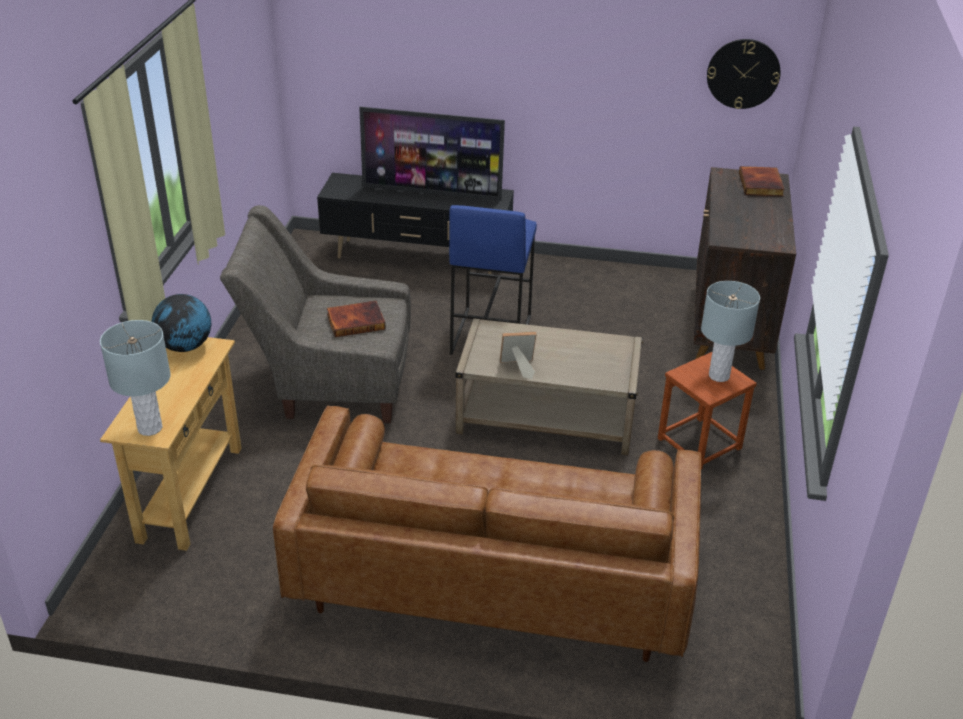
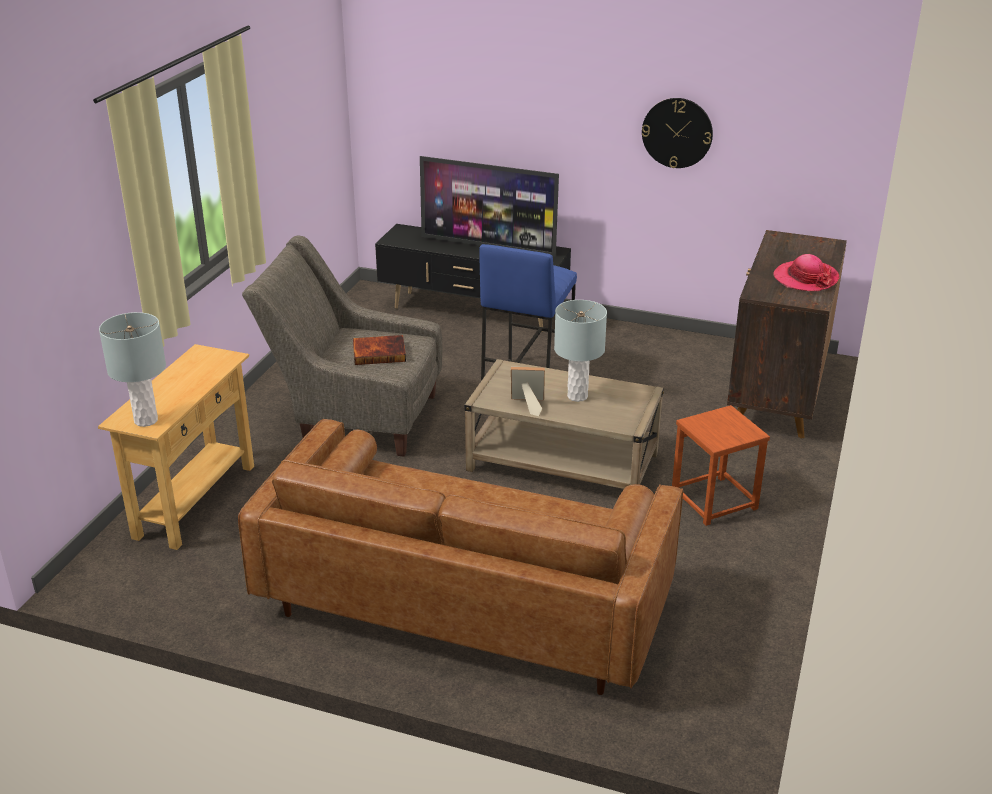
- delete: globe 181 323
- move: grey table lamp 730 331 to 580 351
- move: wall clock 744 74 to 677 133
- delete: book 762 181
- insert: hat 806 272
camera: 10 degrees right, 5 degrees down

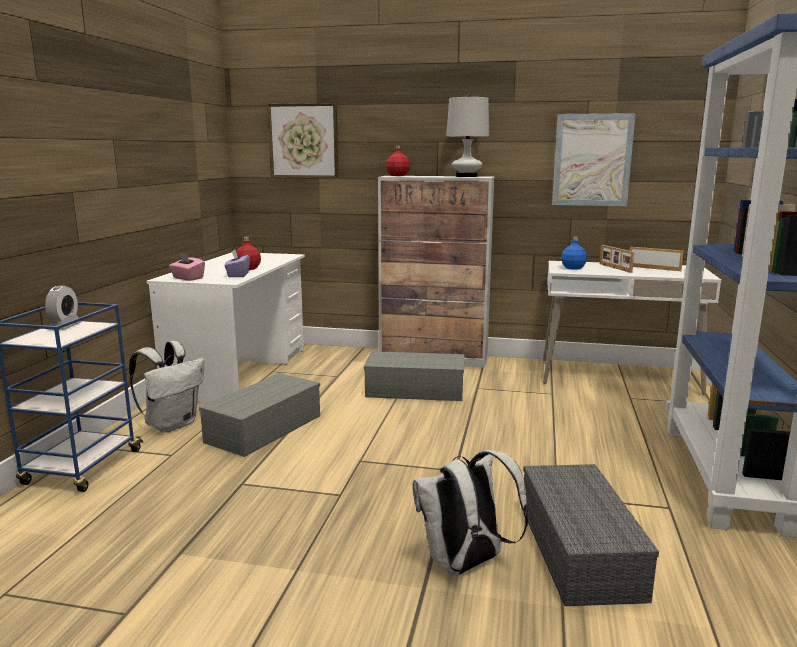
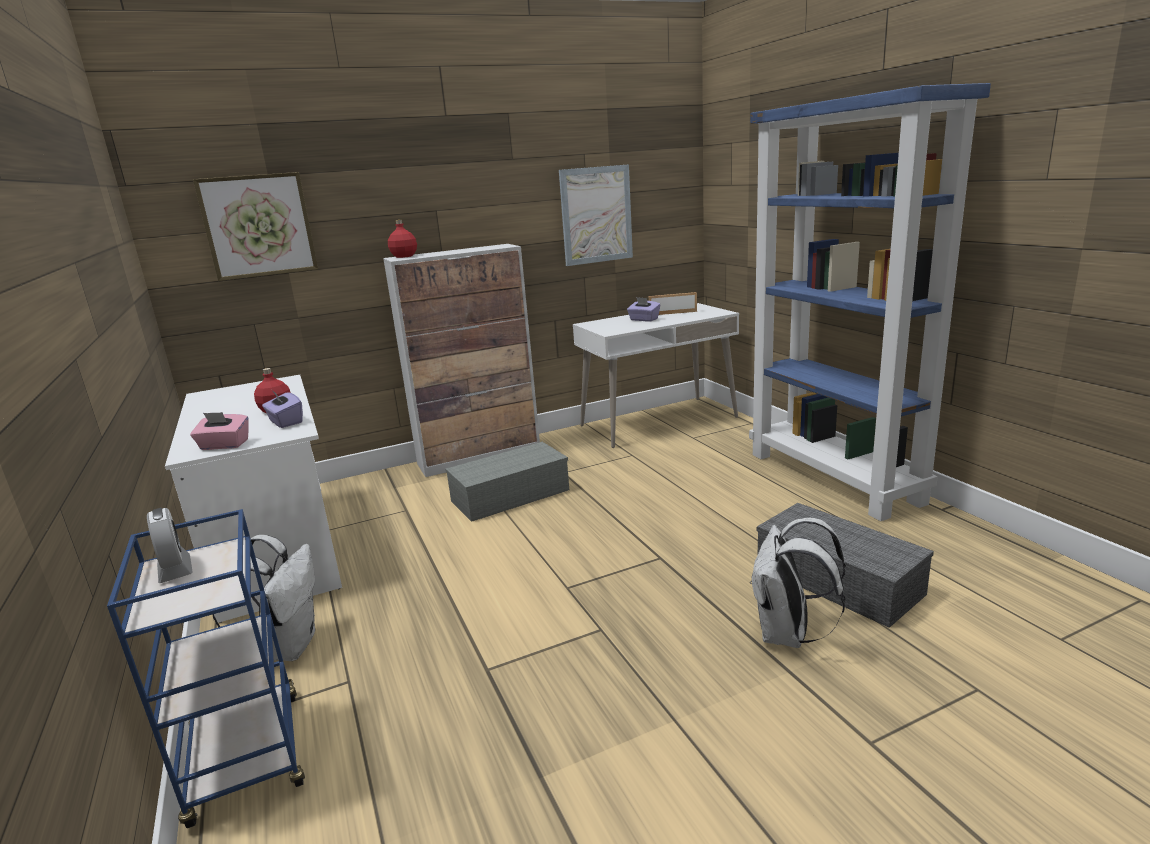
- delete: grey storage box 259 415
- delete: white table lamp 467 136
- delete: blue bottle 574 253
- replace: picture frame 617 259 to purple tissue box 643 309
camera: 35 degrees left, 5 degrees up

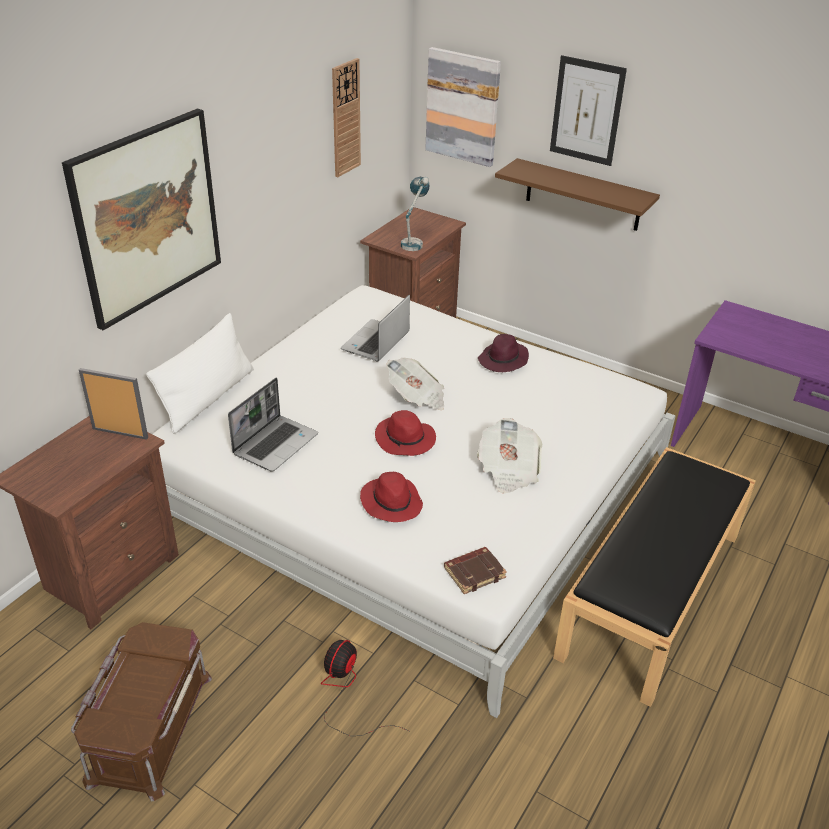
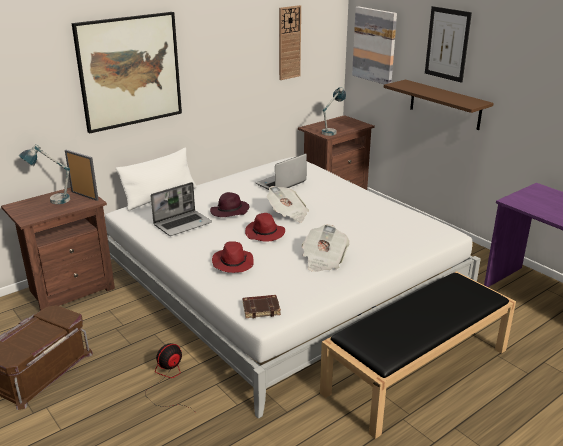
- move: purple hat 503 353 to 229 204
- insert: table lamp 44 174
camera: 20 degrees right, 10 degrees down

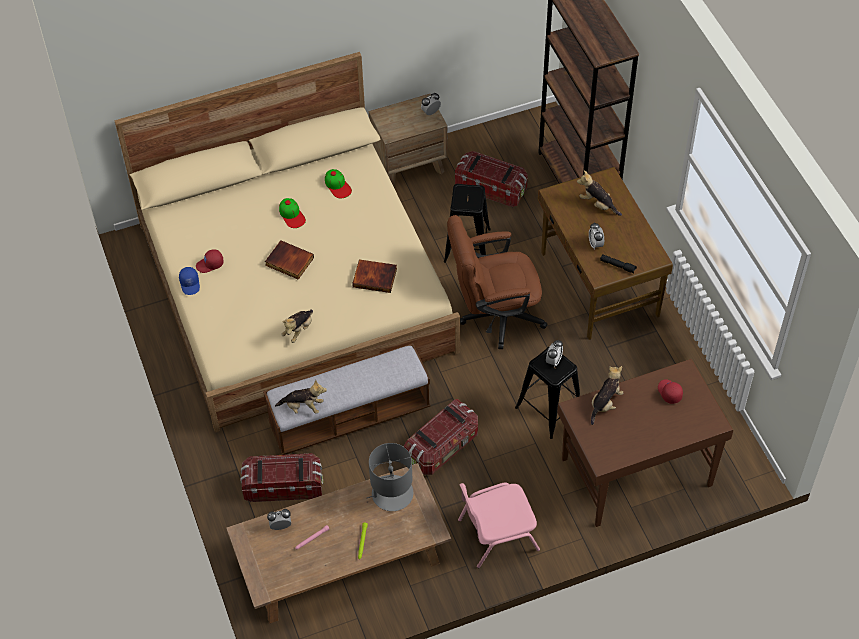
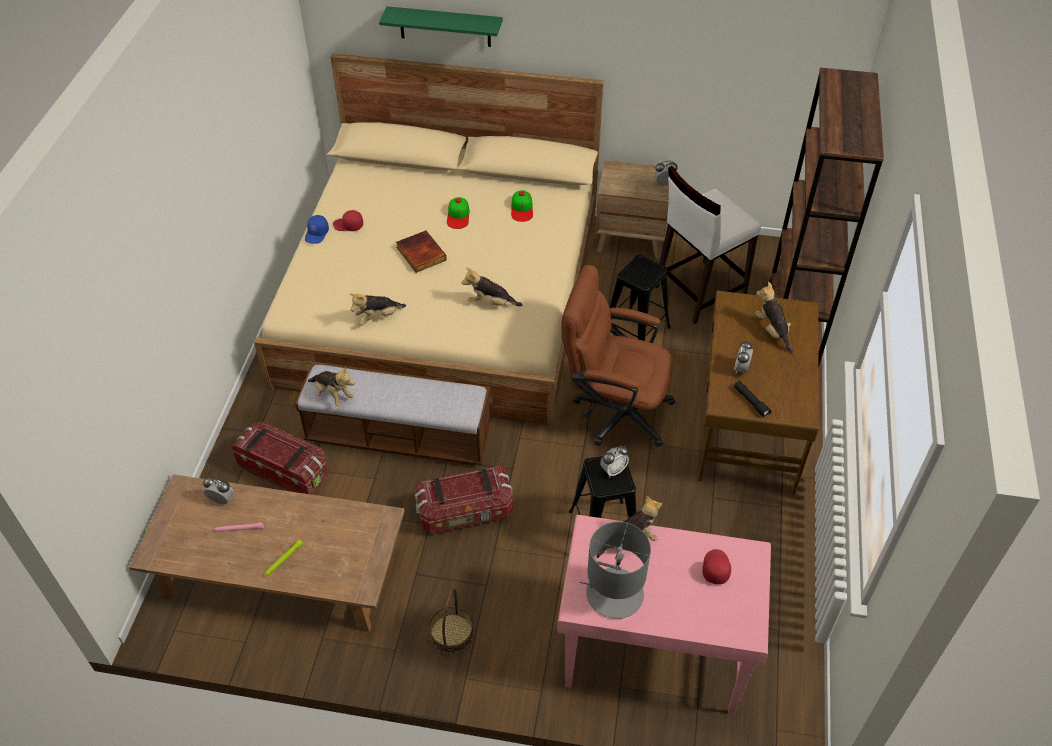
- replace: book 374 276 to plush toy 492 286
- move: grey table lamp 390 477 to 615 570
- replace: storage box 491 179 to white stool 708 245
- replace: pink chair 499 525 to basket 451 621
- recolor: brown desk 645 443 to pink desk 664 615
- insert: green shelf 441 26
camera: 30 degrees right, 5 degrees down

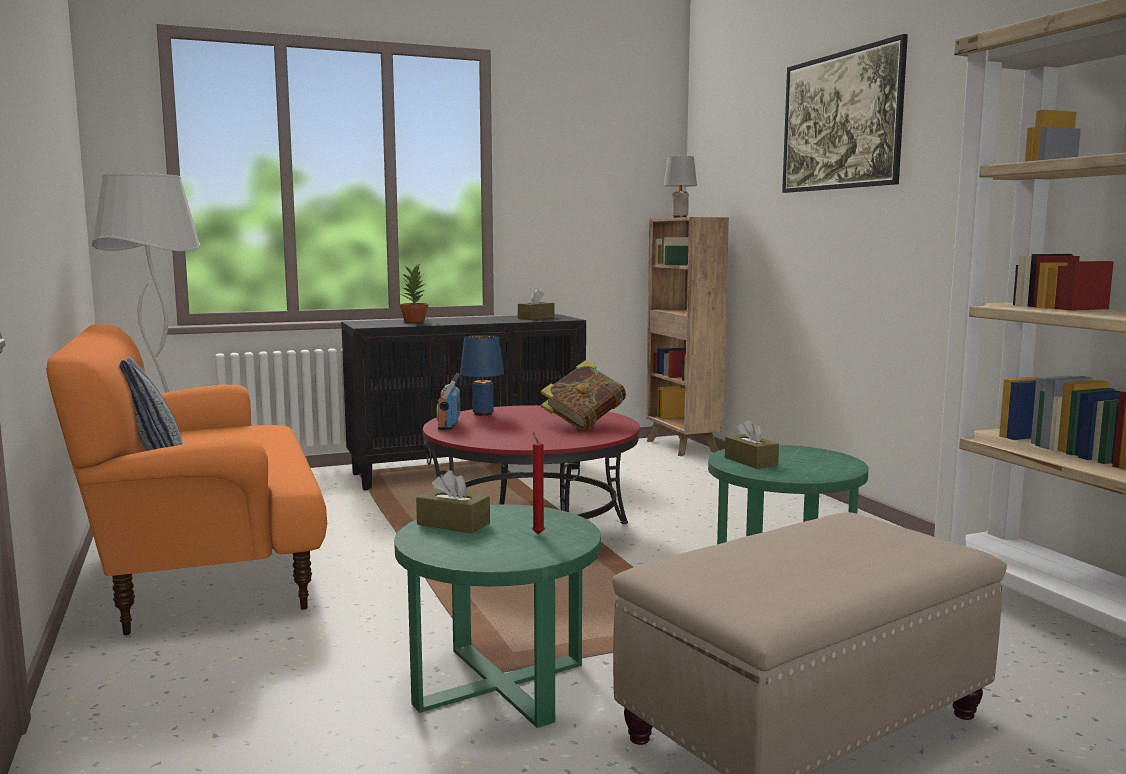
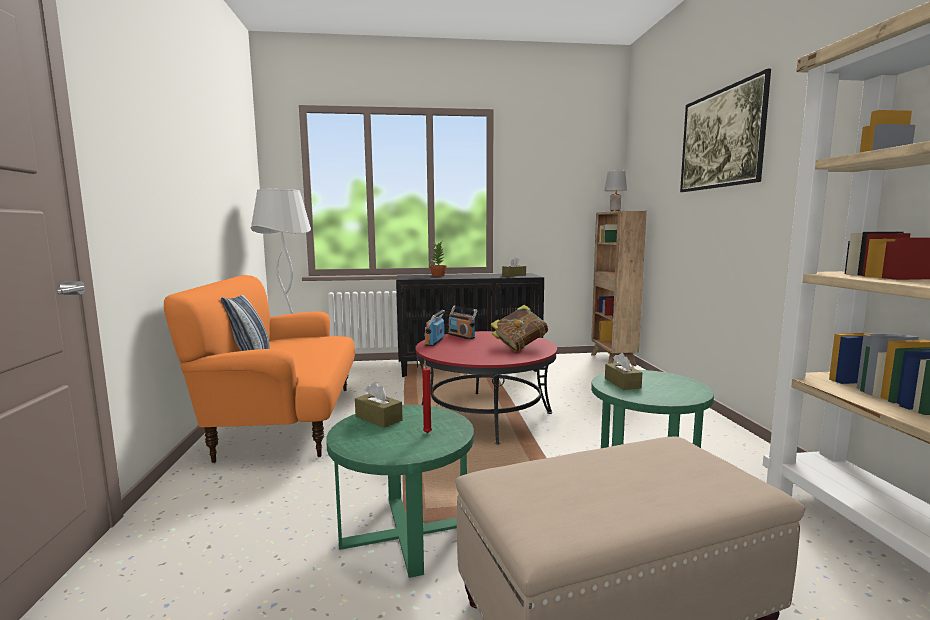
- replace: blue table lamp 482 375 to radio 462 322
camera: 15 degrees right, 0 degrees up

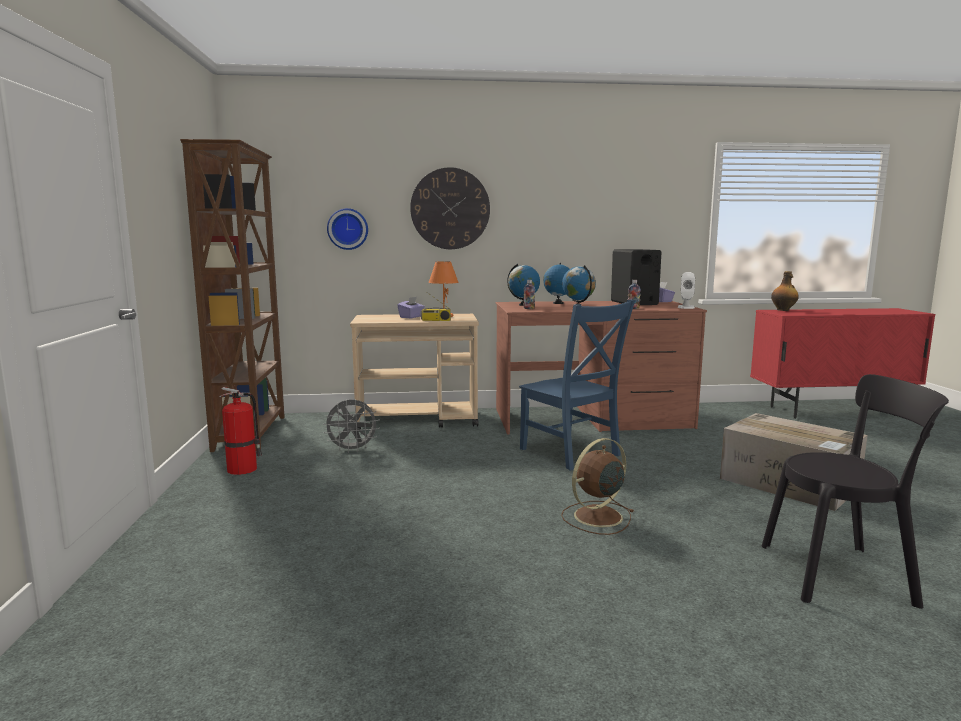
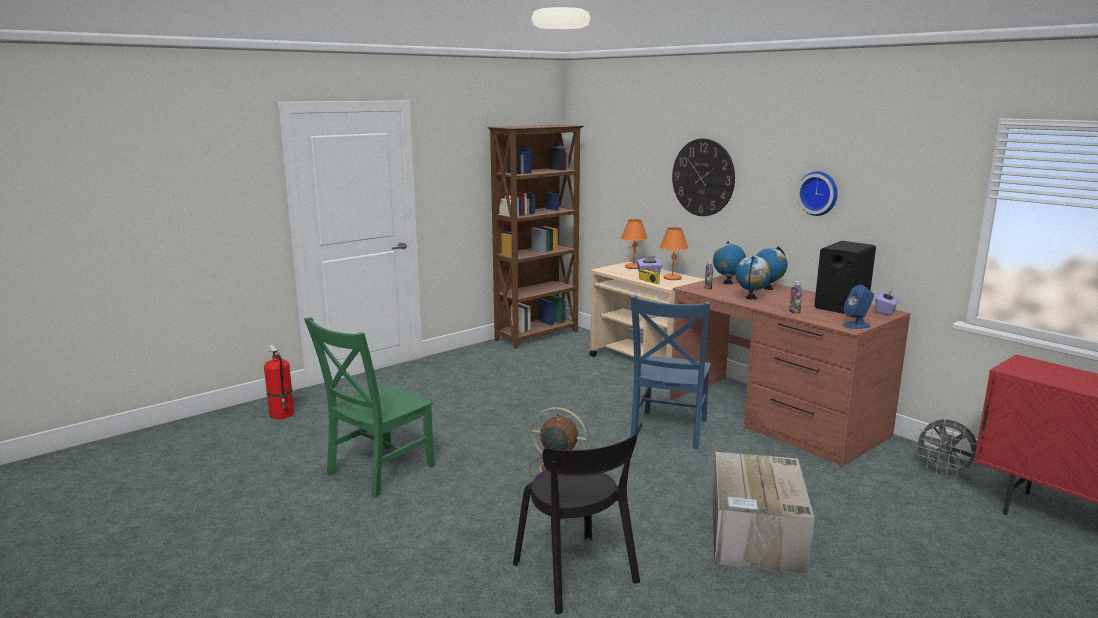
- move: fire extinguisher 241 431 to 279 381
- move: grey fan 351 426 to 945 448
- move: wall clock 347 229 to 817 193
- recolor: white speaker 686 290 to blue speaker 858 307
- delete: bottle 785 291
- insert: green chair 369 407
- insert: orange table lamp 634 244
camera: 55 degrees right, 5 degrees up

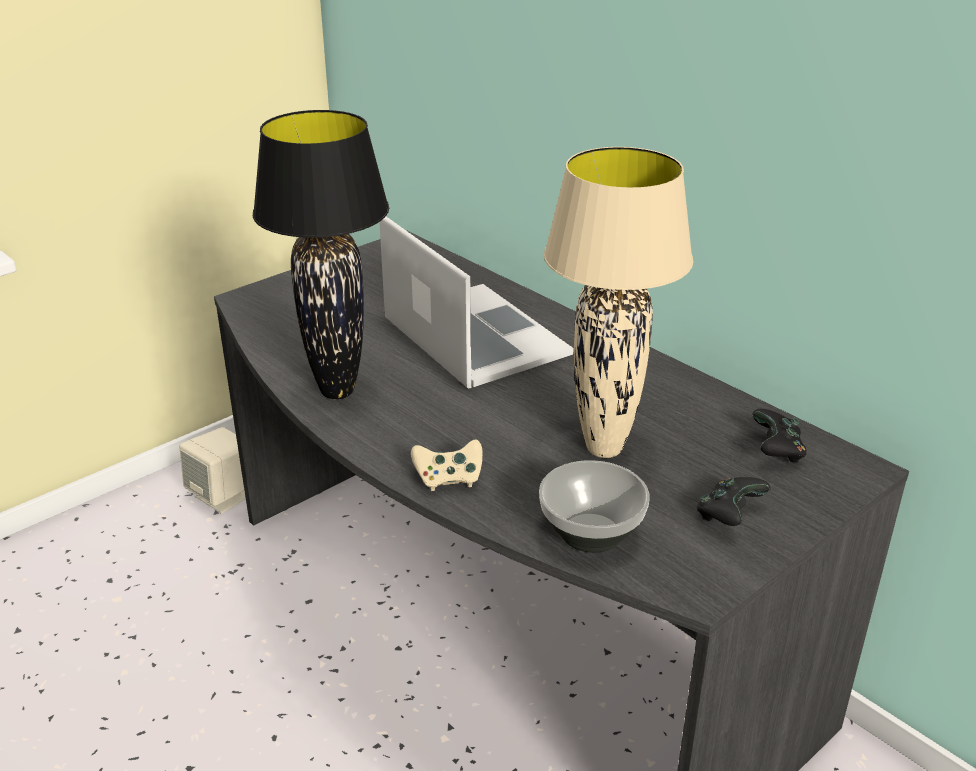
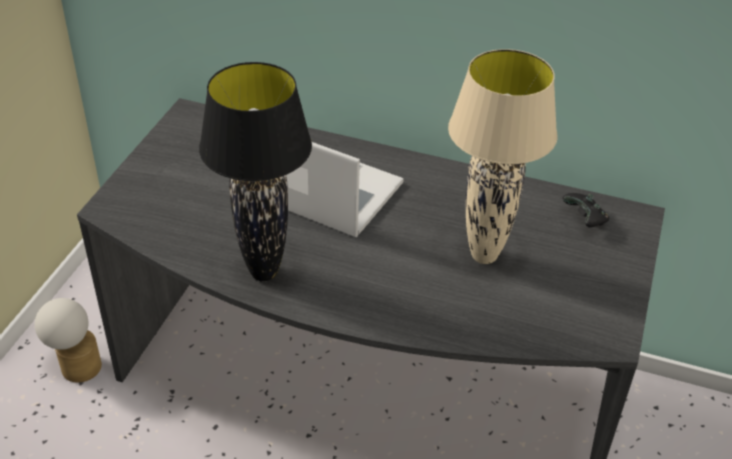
- replace: beige speaker 212 470 to table lamp 68 340
- delete: beige game controller 447 465
- delete: bowl 594 506
- delete: black game controller 734 501
camera: 30 degrees left, 10 degrees up

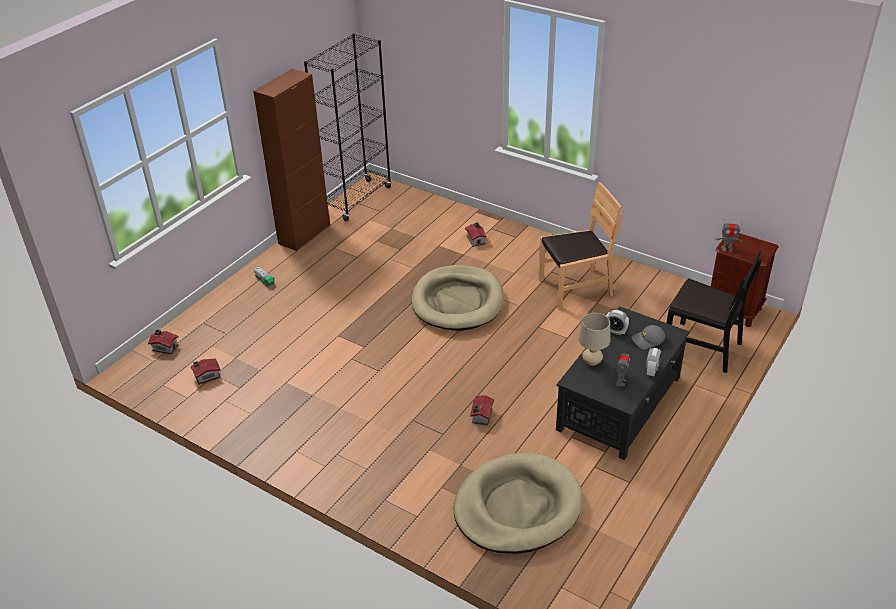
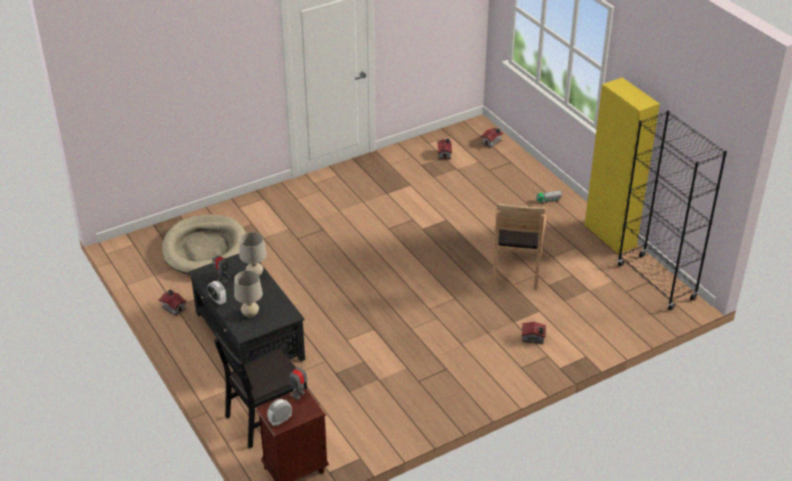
- recolor: brown cabinet 291 160 to yellow cabinet 622 165
- delete: beige dog bed 458 298
- move: toy house 482 410 to 173 302
- move: brown chair 581 246 to 519 246
- move: alarm clock 617 322 to 279 412
- replace: grey cap 648 337 to beige table lamp 248 294
camera: 115 degrees right, 0 degrees up

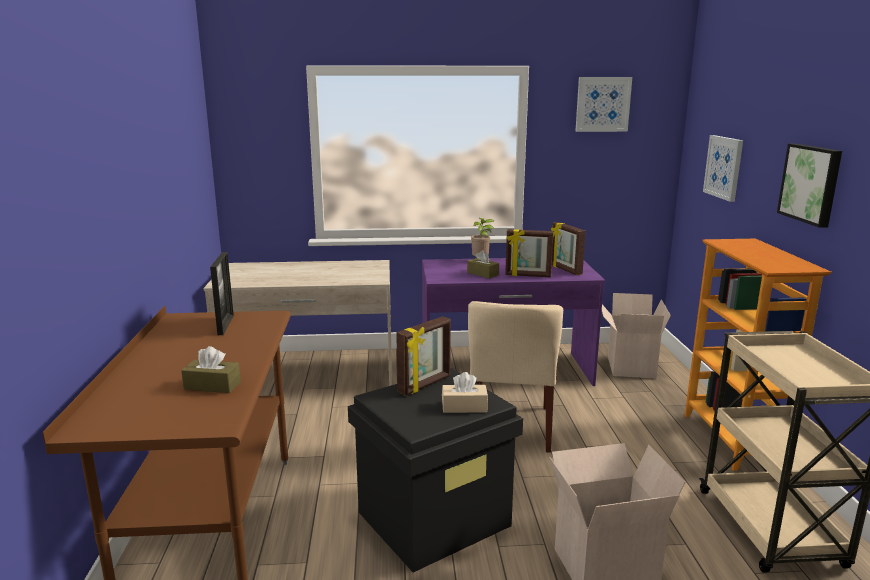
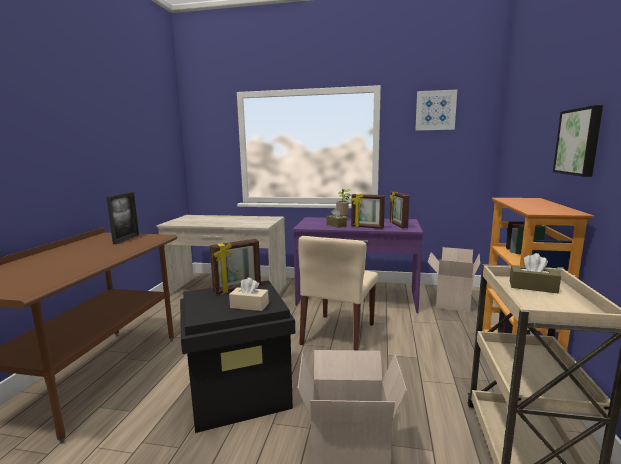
- move: brown tissue box 211 369 to 535 273
- delete: picture 723 168
camera: 15 degrees right, 5 degrees down

